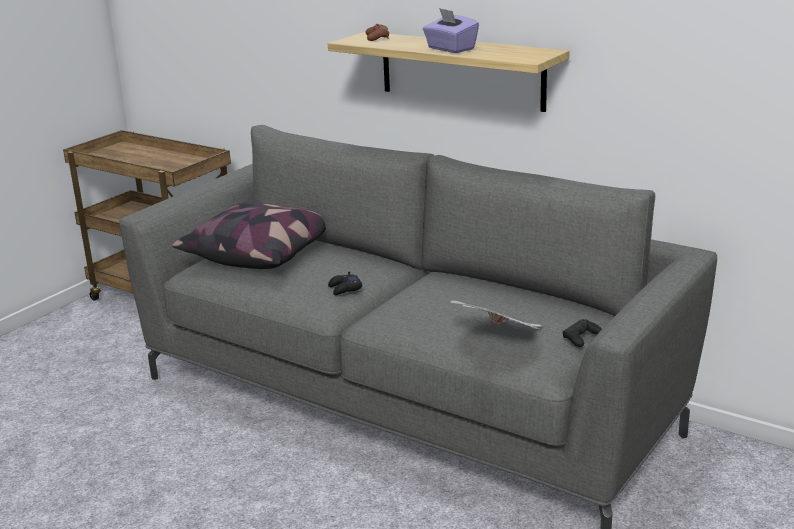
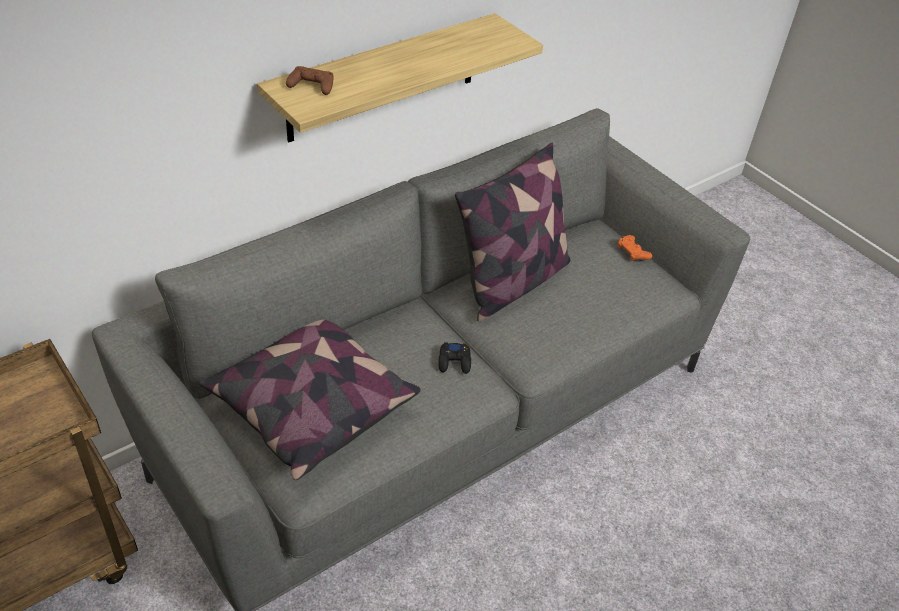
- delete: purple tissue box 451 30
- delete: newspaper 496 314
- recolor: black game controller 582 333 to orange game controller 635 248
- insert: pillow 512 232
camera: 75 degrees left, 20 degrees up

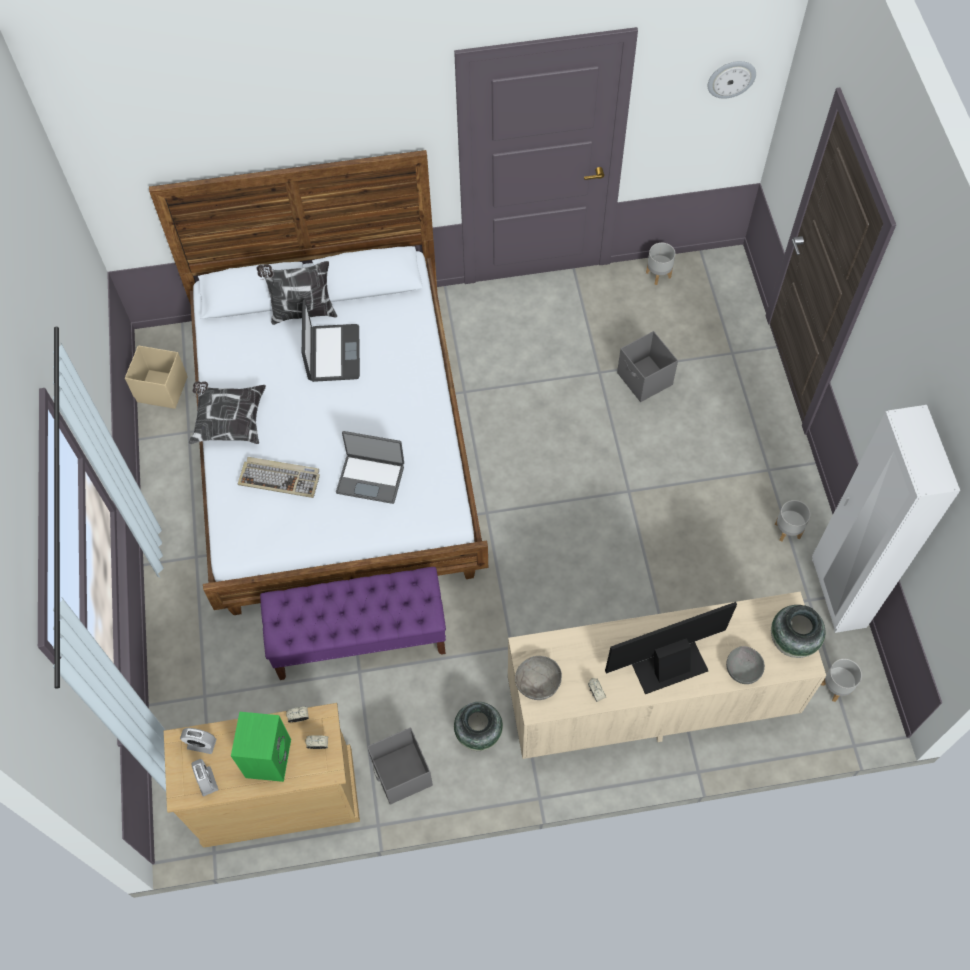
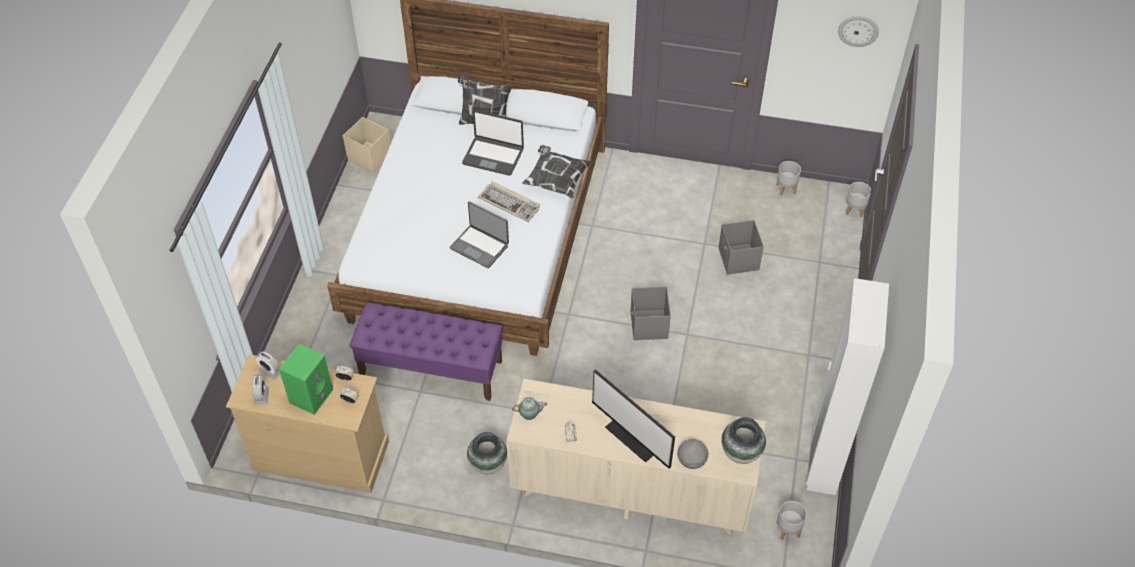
- move: pillow 227 412 to 557 172
- move: keyboard 279 477 to 509 202
- rotate: laptop 331 340 = 493 143 90 degrees clockwise
- move: grey storage box 400 766 to 651 313
- replace: grey bowl 538 678 to teapot 530 408
- rotate: monitor 671 648 = 633 419 135 degrees counterclockwise
- move: grey planter 793 521 to 858 199
camera: 20 degrees right, 10 degrees down

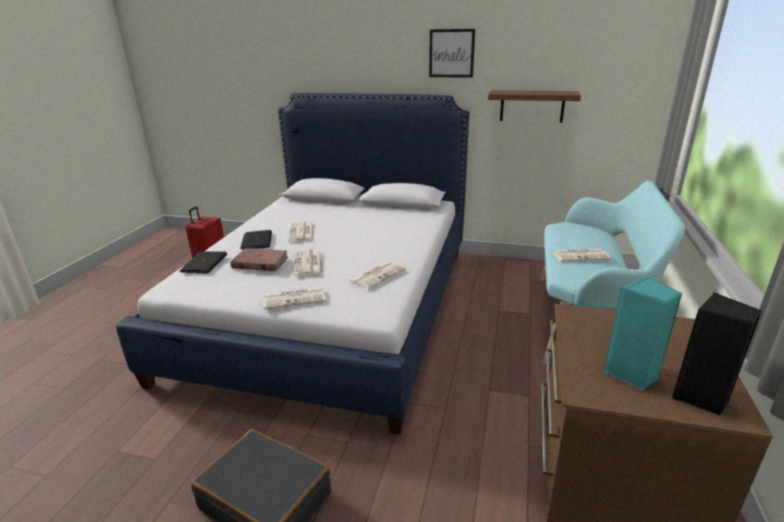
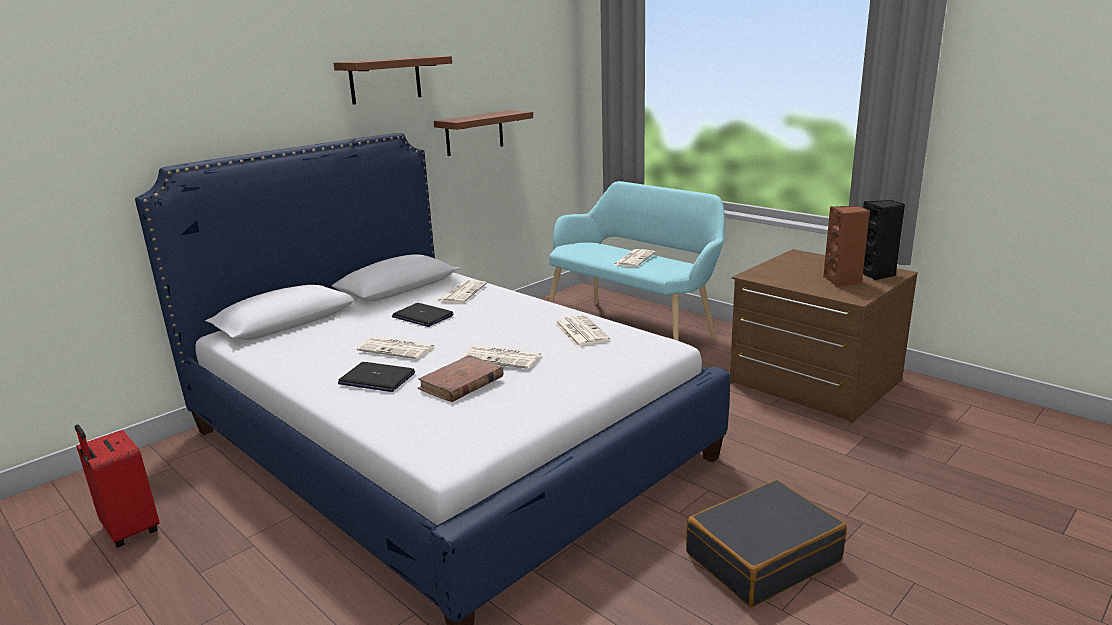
- move: laptop 203 262 to 423 315
- move: newspaper 295 298 to 462 292
- replace: picture 452 53 to brown shelf 392 80
- recolor: turquoise speaker 643 332 to brown speaker 846 246
camera: 60 degrees left, 5 degrees down

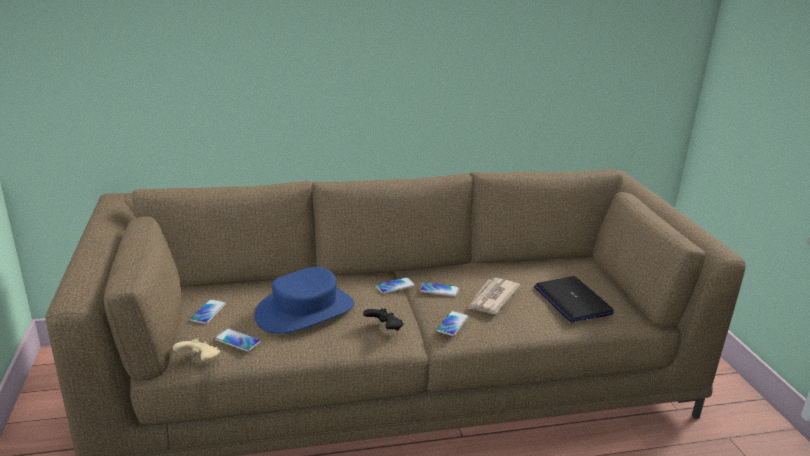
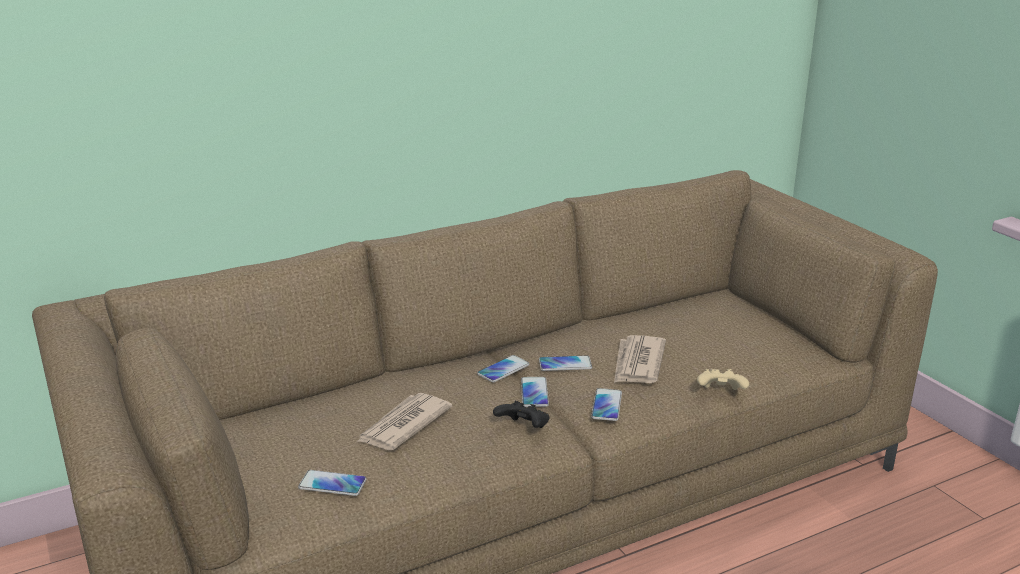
- move: beige game controller 196 349 to 723 379
- move: phone 208 311 to 535 392
- replace: blue hat 304 300 to newspaper 404 421
- delete: laptop 574 299
camera: 15 degrees left, 0 degrees up

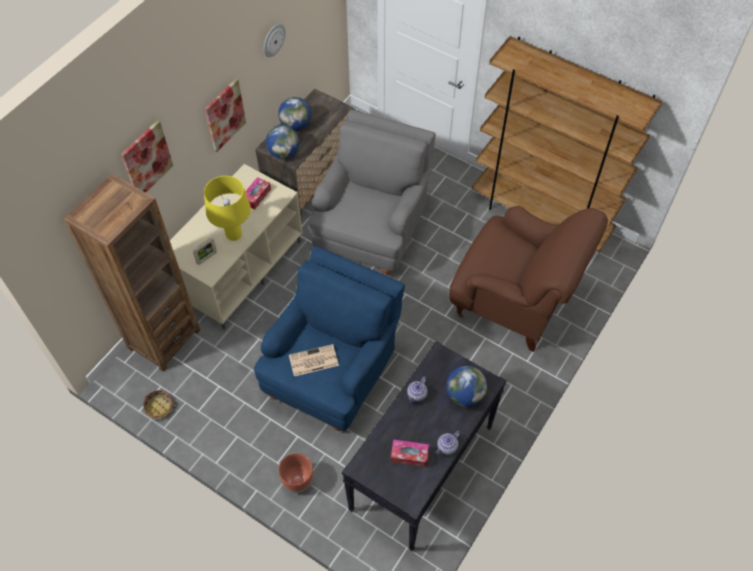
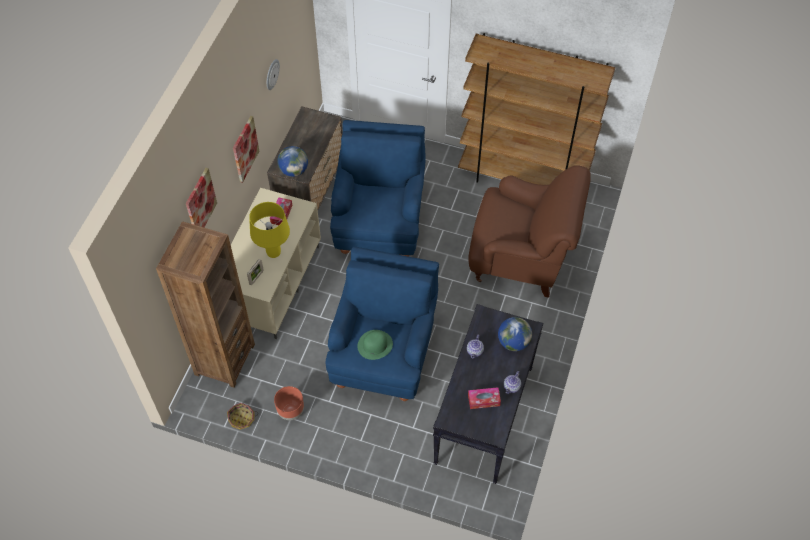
- delete: globe 294 114
- move: brown planter 296 473 to 289 403
- replace: newspaper 314 360 to green hat 375 345
- recolor: grey armchair 372 192 to blue armchair 378 188
camera: 15 degrees left, 0 degrees up

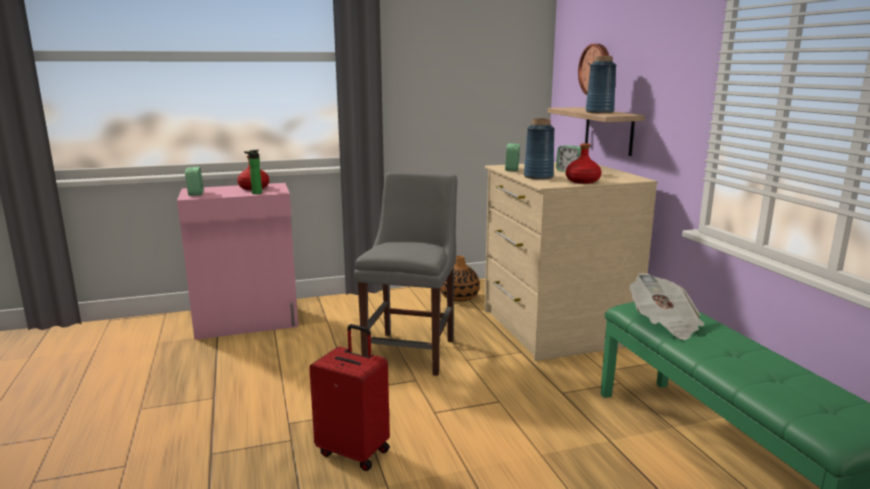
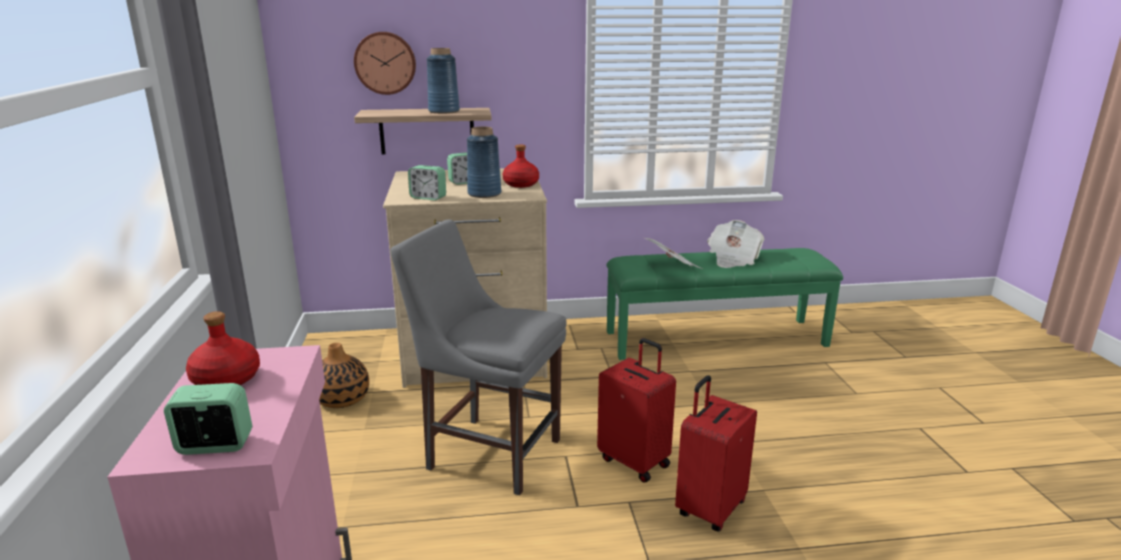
- delete: bottle 253 172
- insert: red suitcase 636 410
- insert: newspaper 736 244
camera: 80 degrees left, 5 degrees up

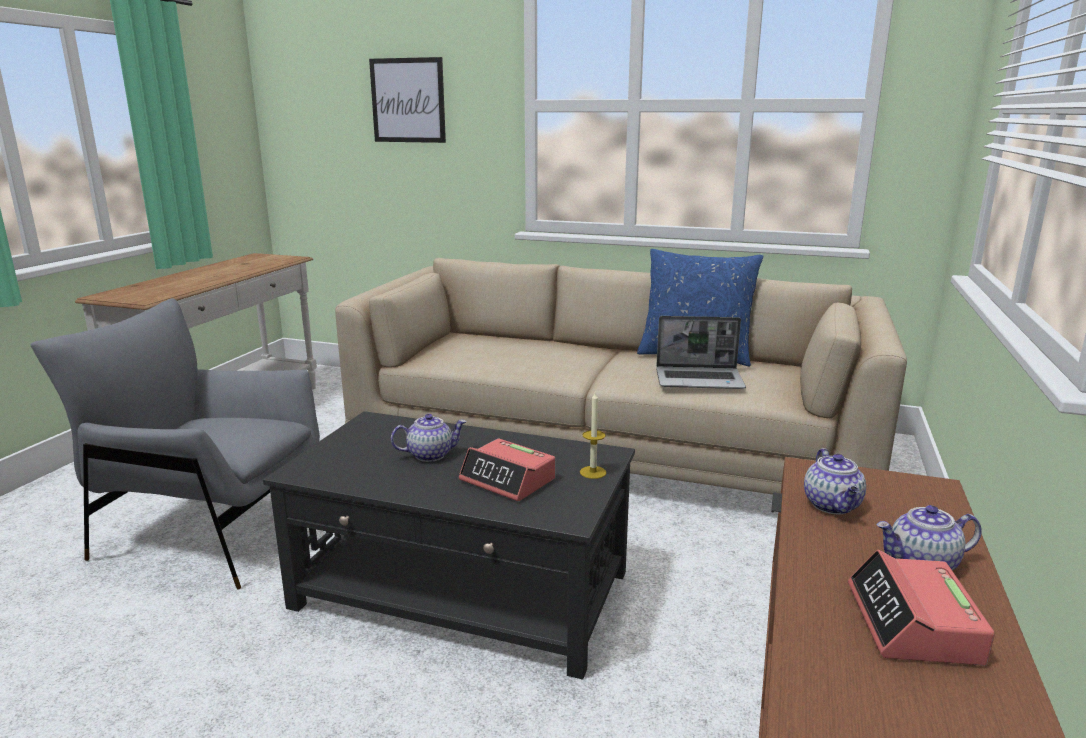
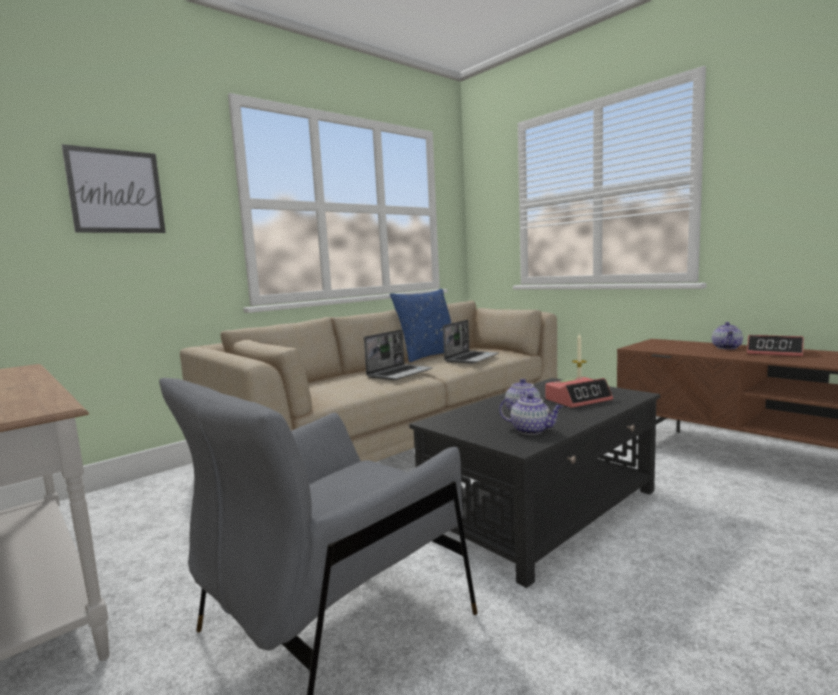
- move: teapot 835 481 to 531 414
- insert: laptop 398 355
camera: 60 degrees left, 10 degrees down

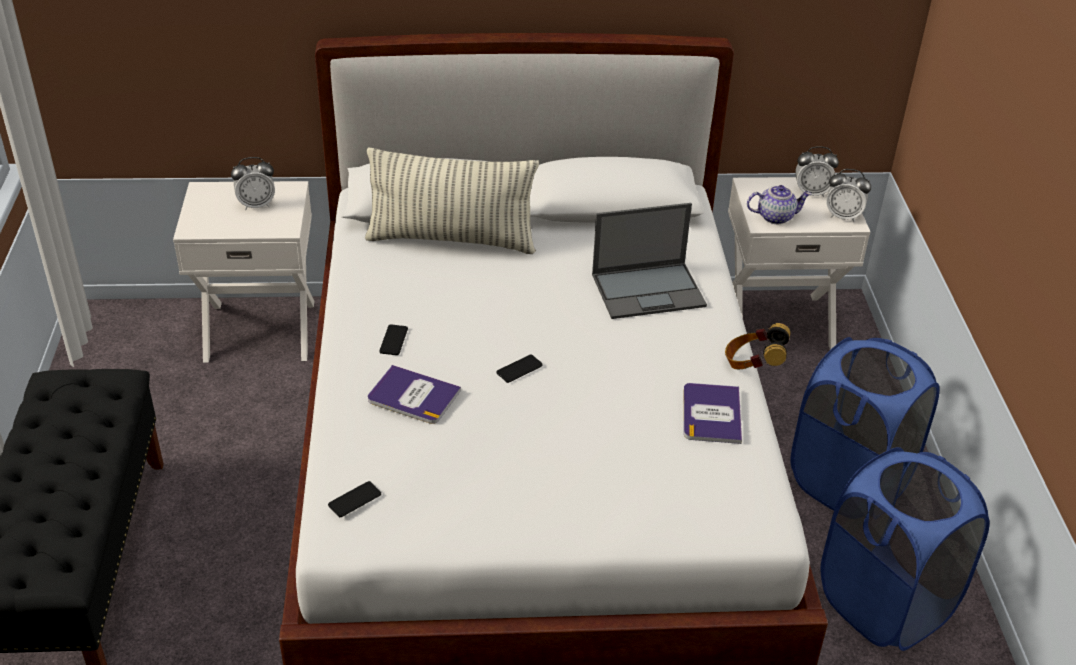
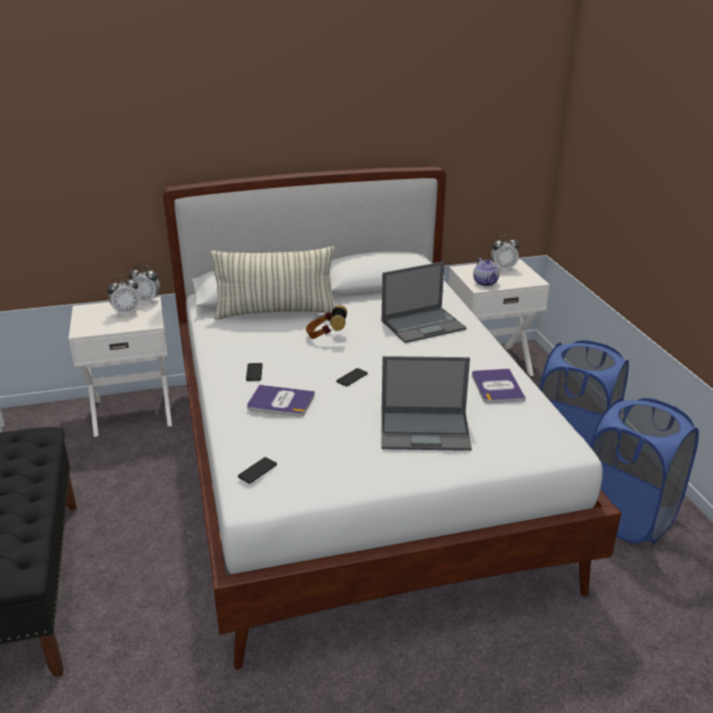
- move: headphones 757 346 to 326 322
- rotate: teapot 779 204 = 486 272 90 degrees clockwise
- move: alarm clock 848 195 to 144 284
- insert: laptop 427 403
camera: 10 degrees left, 10 degrees down

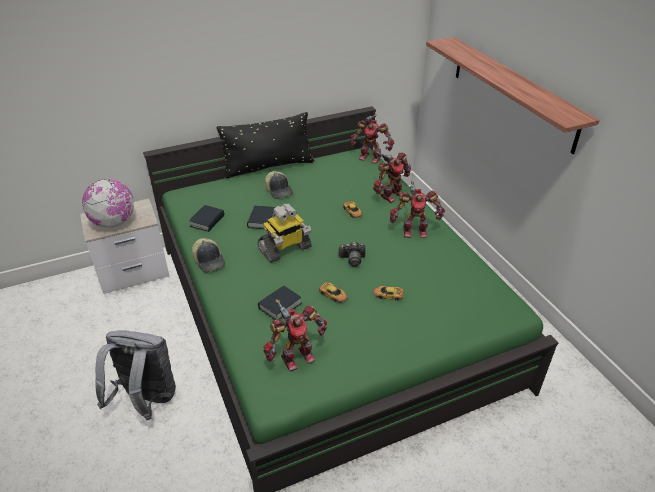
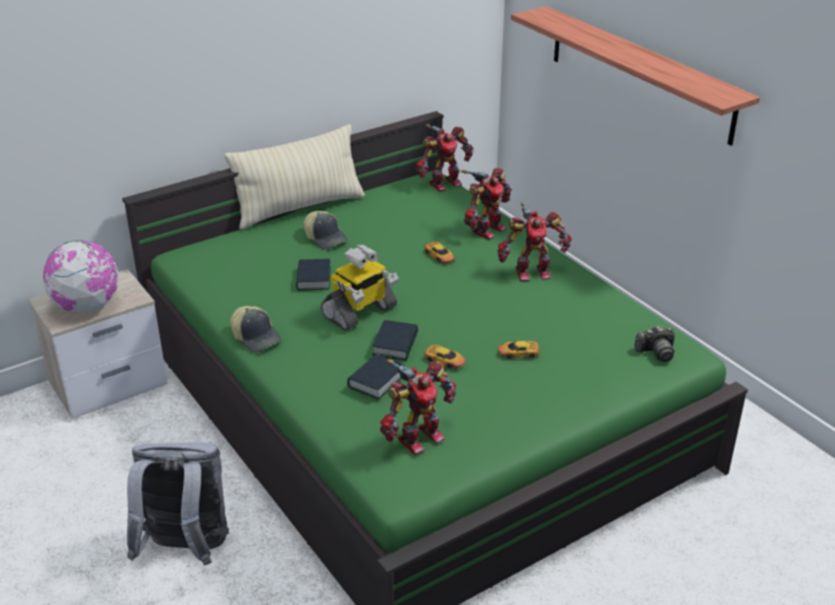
- move: book 206 218 to 395 340
- recolor: black pillow 265 145 to beige pillow 295 177
- move: photo camera 352 254 to 654 343
- rotate: toy robot 372 138 = 444 158 45 degrees counterclockwise
camera: 10 degrees left, 5 degrees down

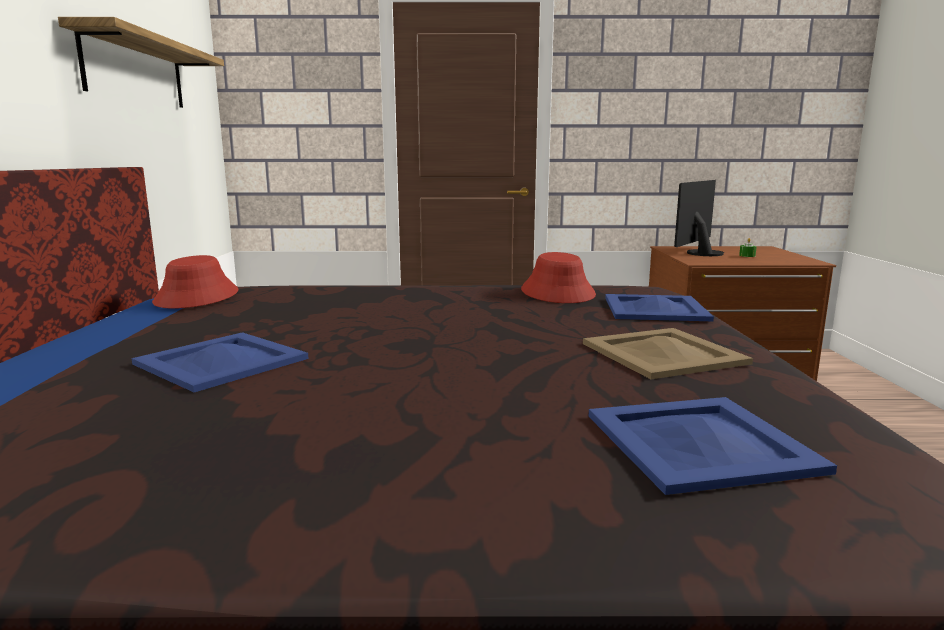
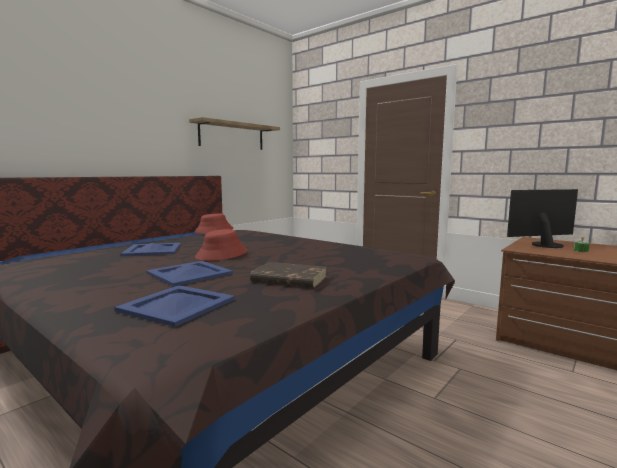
- move: red hat 558 277 to 221 245
- replace: beige tray 668 353 to brown book 288 275
- move: blue tray 659 307 to 189 274
camera: 40 degrees right, 5 degrees down

